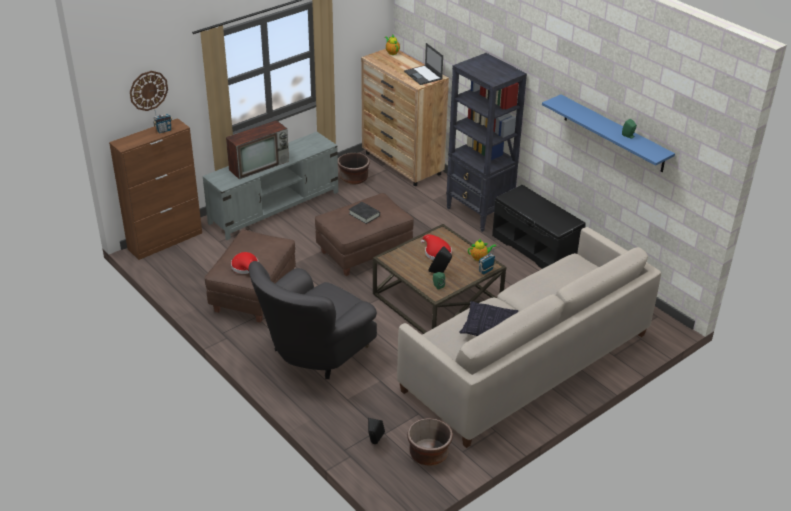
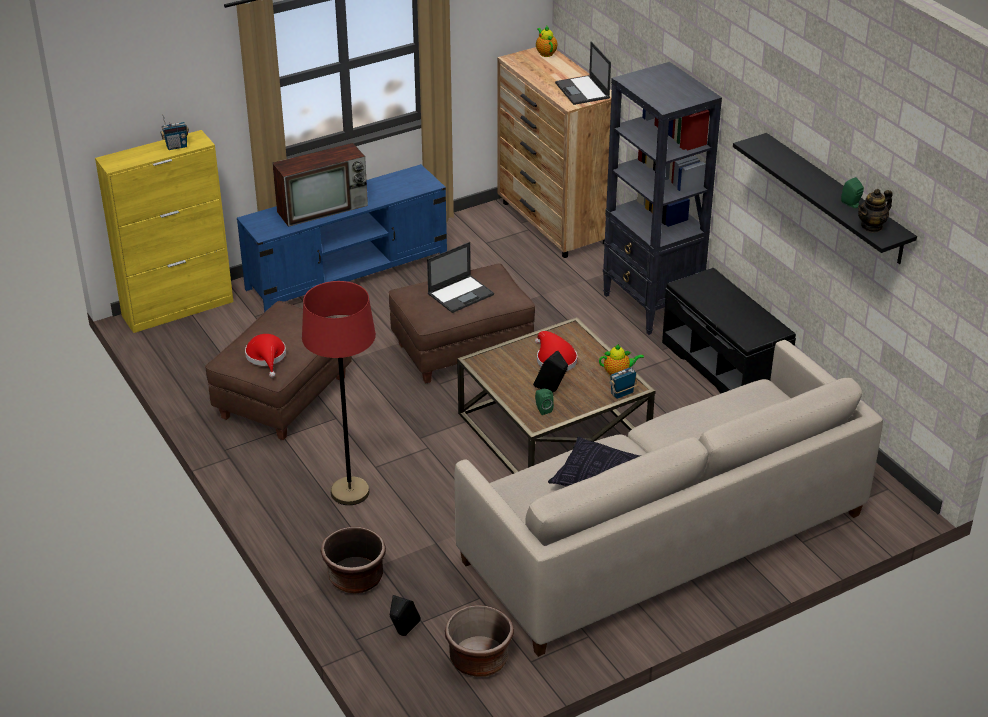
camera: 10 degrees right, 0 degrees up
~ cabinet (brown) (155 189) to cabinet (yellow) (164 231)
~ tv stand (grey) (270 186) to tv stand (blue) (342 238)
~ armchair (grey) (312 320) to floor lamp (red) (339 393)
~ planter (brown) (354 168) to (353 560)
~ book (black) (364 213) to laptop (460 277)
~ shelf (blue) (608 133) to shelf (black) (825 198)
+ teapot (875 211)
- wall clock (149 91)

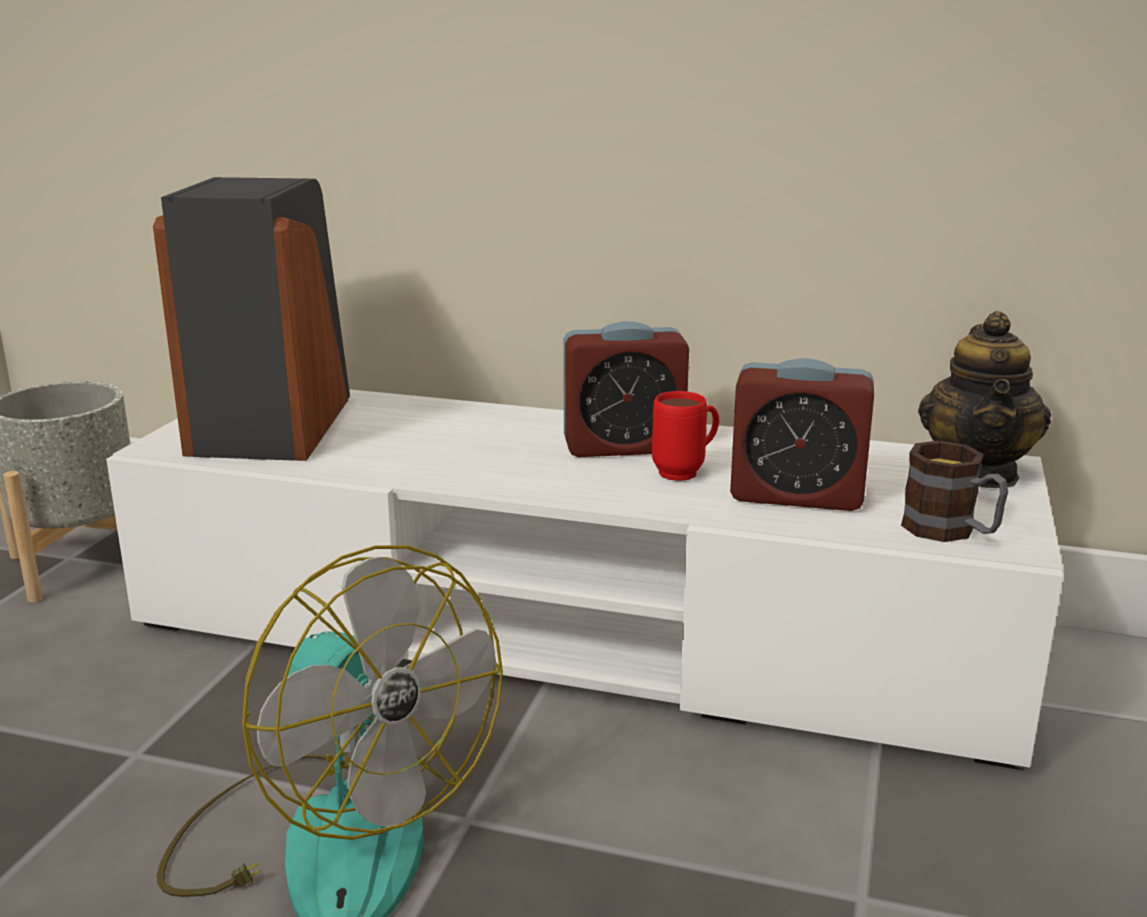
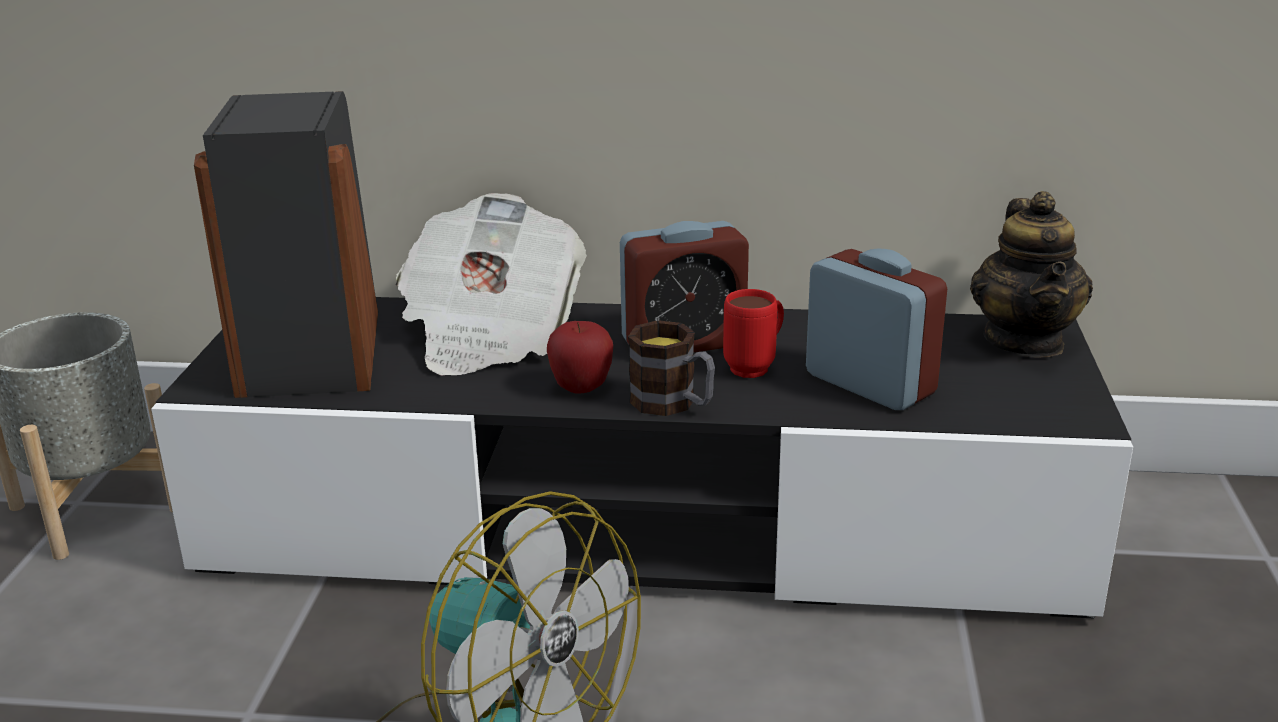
camera: 10 degrees left, 5 degrees up
~ tv stand (white) (584 579) to tv stand (black) (642 458)
+ newspaper (491 284)
+ apple (580 357)
~ mug (954 491) to (671 368)
~ alarm clock (802 434) = (876 329) 135 degrees counterclockwise

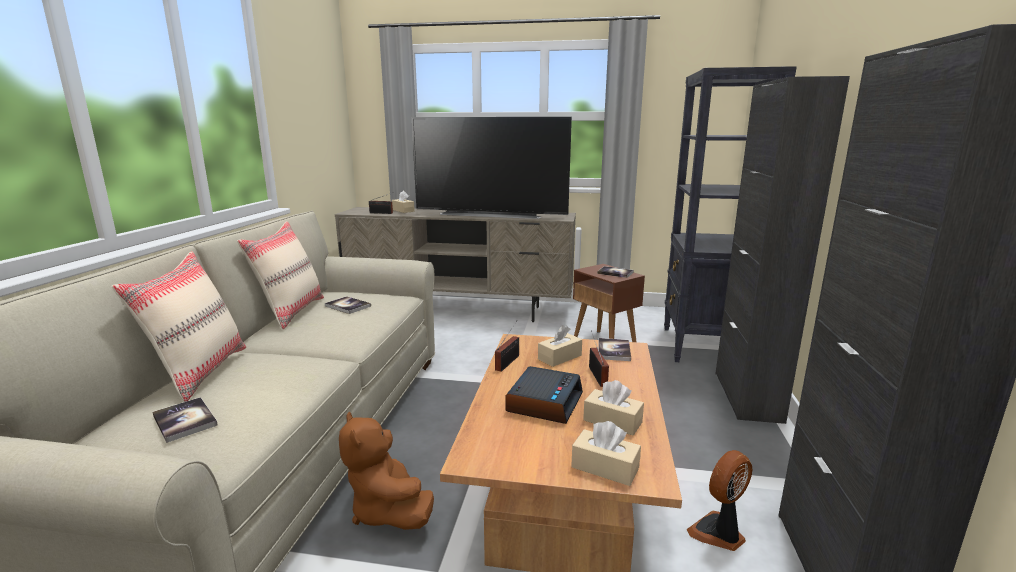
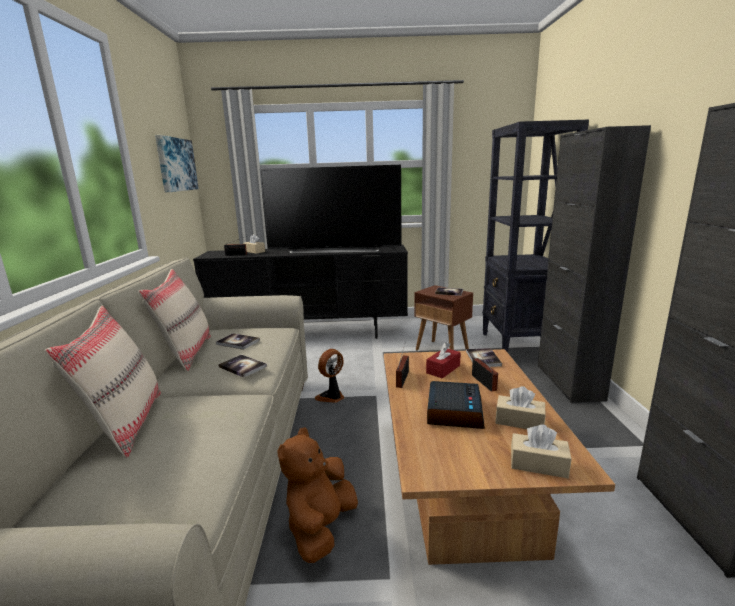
camera: 10 degrees left, 0 degrees up
+ picture (177 163)
~ tv stand (beige) (455 264) to tv stand (black) (300 292)
~ book (185 420) to (242 366)
~ plush toy (brown) (386 471) = (317 495) 60 degrees clockwise
~ fan (719 500) to (330 376)
~ tissue box (beige) (560 346) to tissue box (red) (443 360)

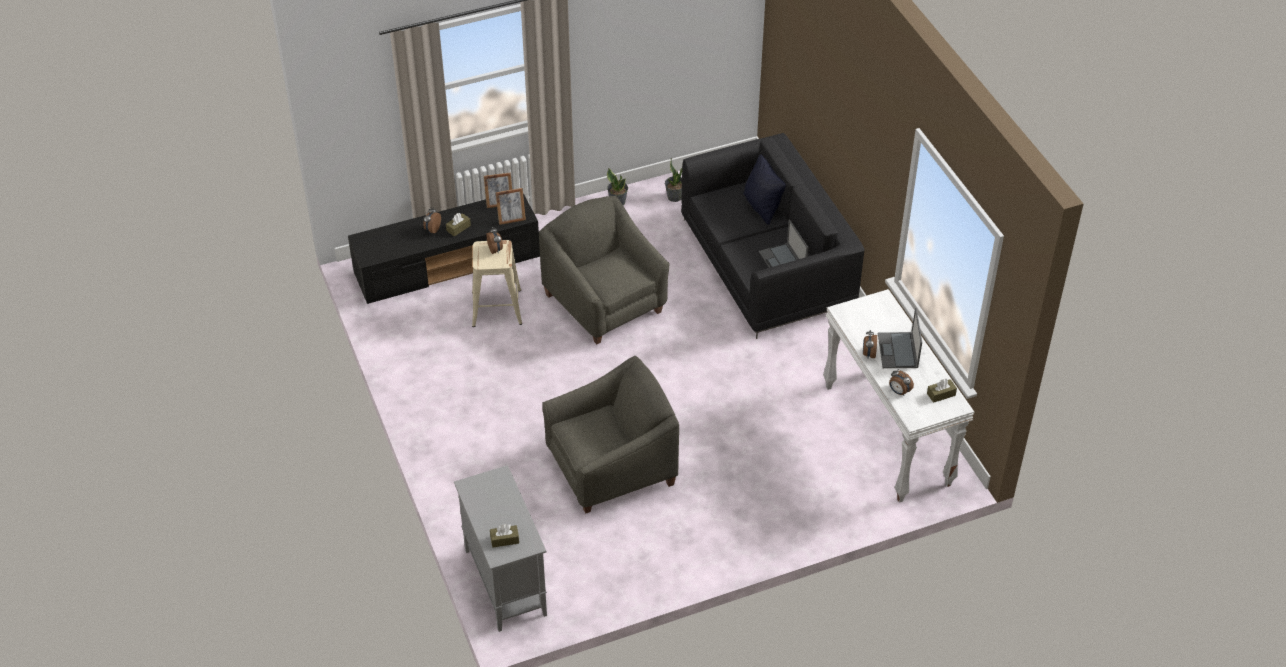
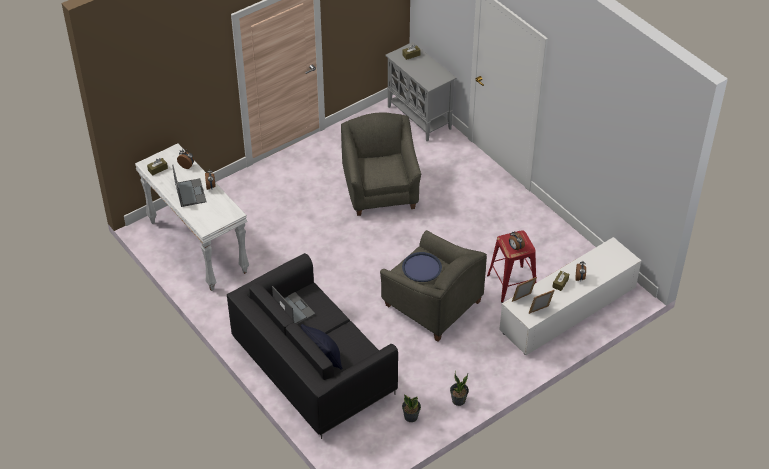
camera: 165 degrees right, 0 degrees up
~ armchair (grey) (610 434) = (381 164) 120 degrees clockwise
+ tray (blue) (422 267)
~ stool (beige) (497 283) to stool (red) (511 266)
~ tv stand (black) (444 248) to tv stand (white) (570 296)

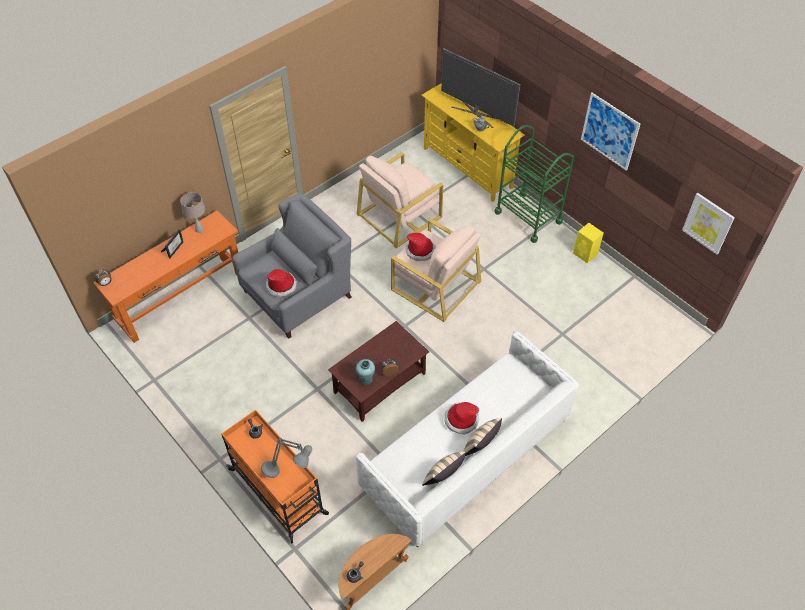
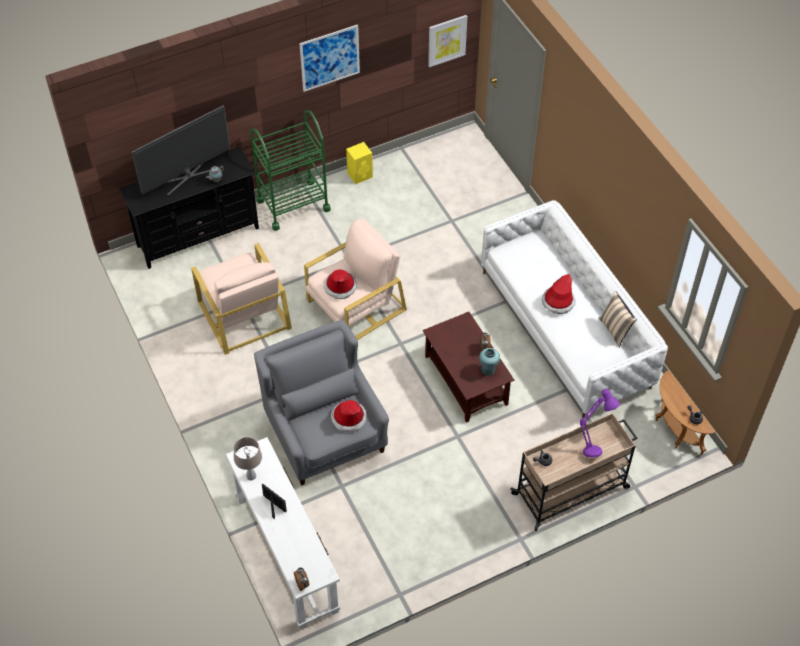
camera: 75 degrees left, 0 degrees up
~ tv stand (yellow) (473 143) to tv stand (black) (189 208)
~ console table (orange) (165 276) to console table (white) (283 533)
~ cart (orange) (275 476) to cart (beige) (573 472)
~ table lamp (grey) (286 458) to table lamp (purple) (600 423)
- pillow (beige) (482 437)

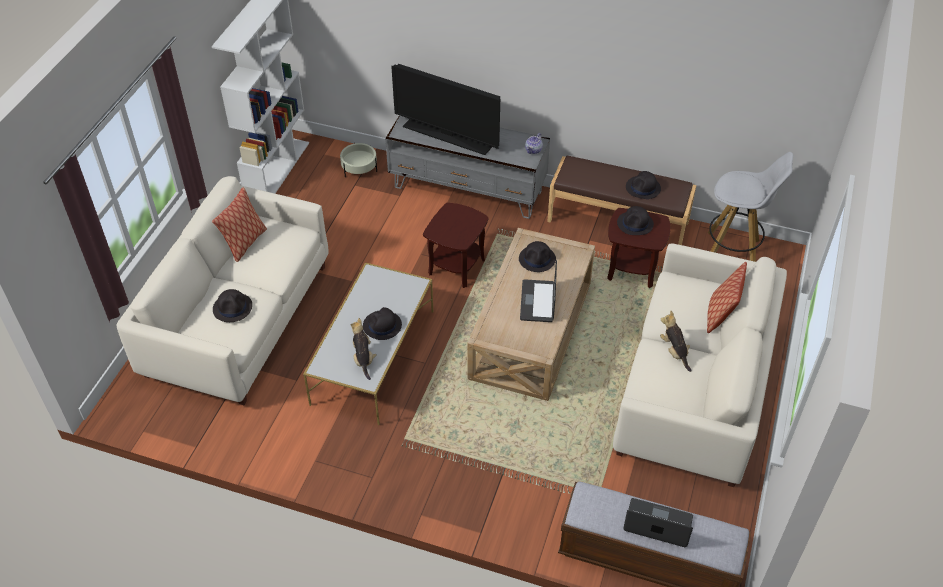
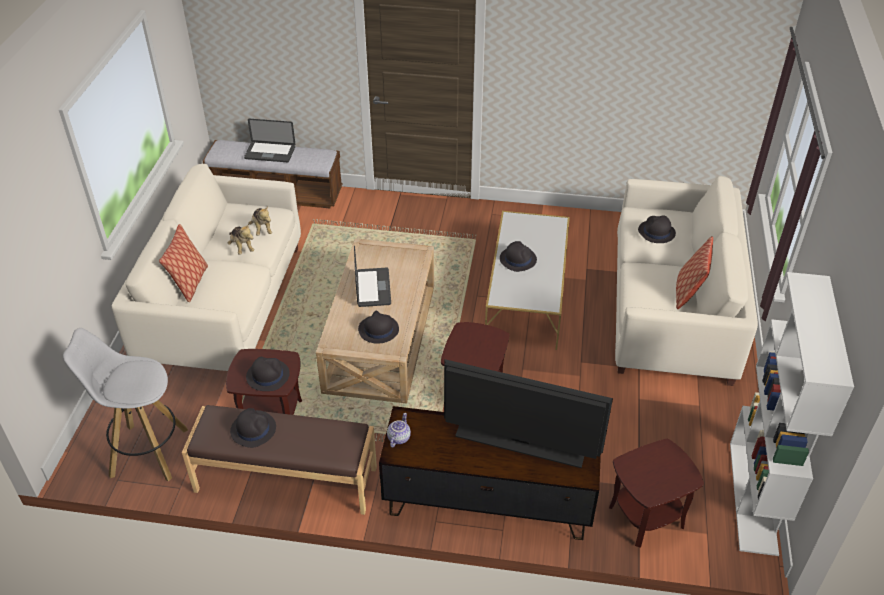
camera: 170 degrees right, 5 degrees down
~ plush toy (364 349) to (260 221)
~ tv stand (grey) (467 167) to tv stand (brown) (490 473)
~ planter (beige) (358 160) to side table (brown) (656 493)

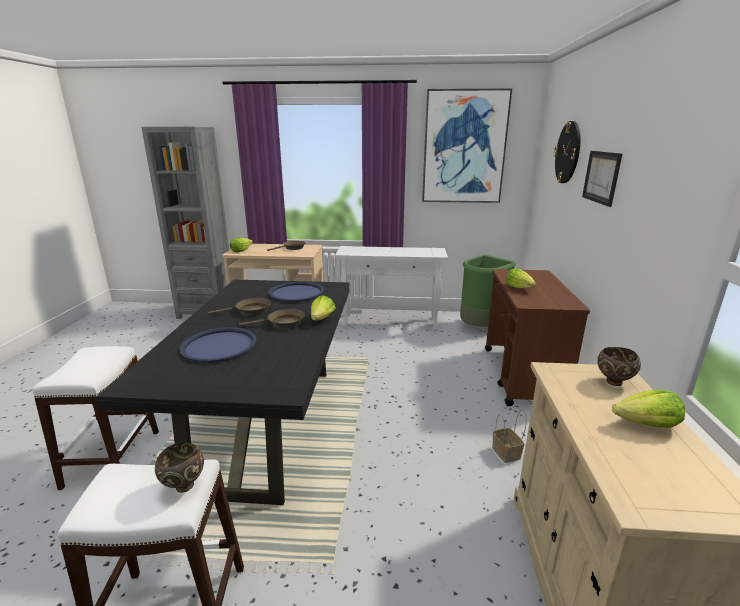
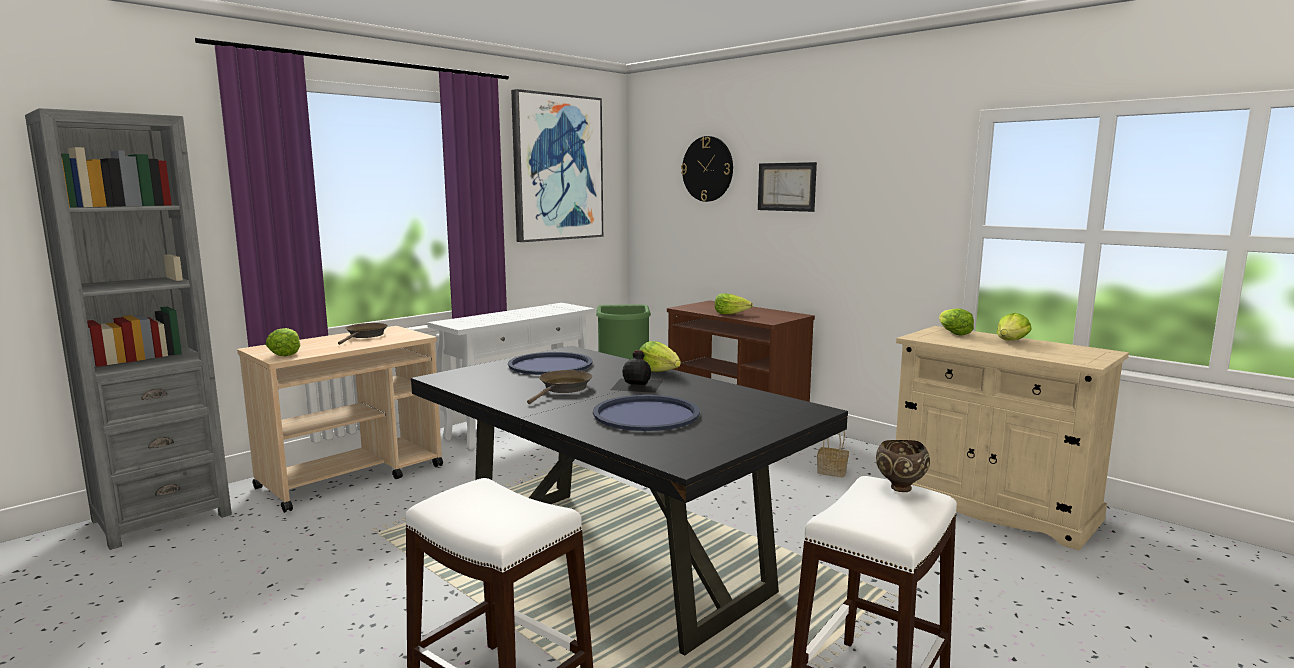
camera: 50 degrees left, 10 degrees down
~ frying pan (brown) (272 319) to bottle (black) (637 371)
~ bowl (brown) (619 366) to lettuce (956 322)

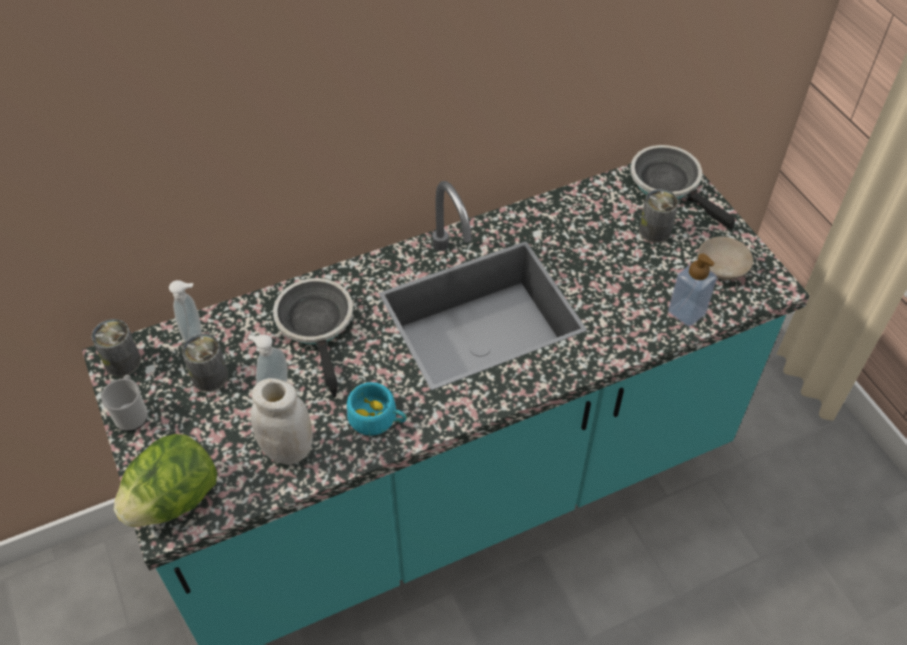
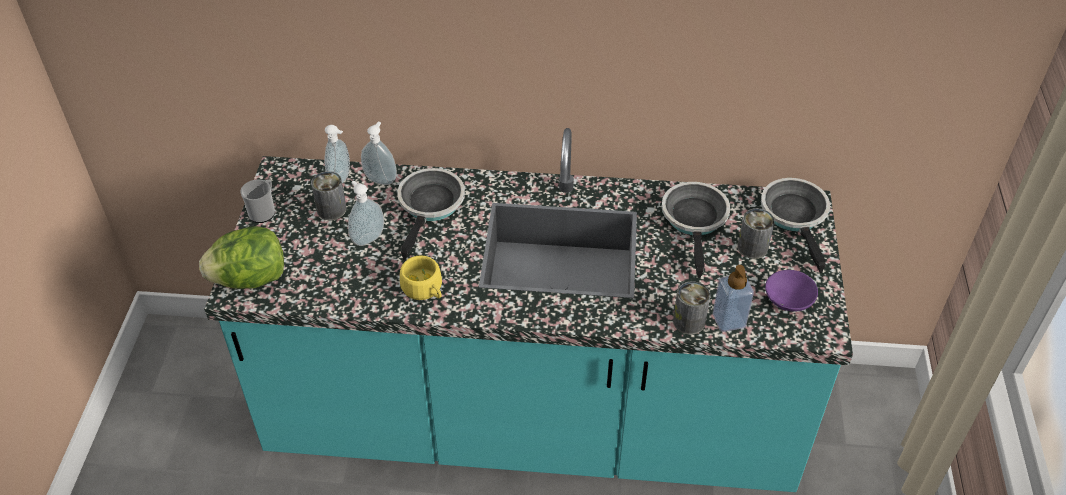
camera: 30 degrees right, 5 degrees down
+ soap dispenser (379 153)
~ cup (turquoise) (377 409) to cup (yellow) (421 277)
+ frying pan (696 230)
~ can (116 348) to (692 308)
~ bowl (beige) (725 258) to bowl (purple) (791 291)
- jar (white) (281 421)

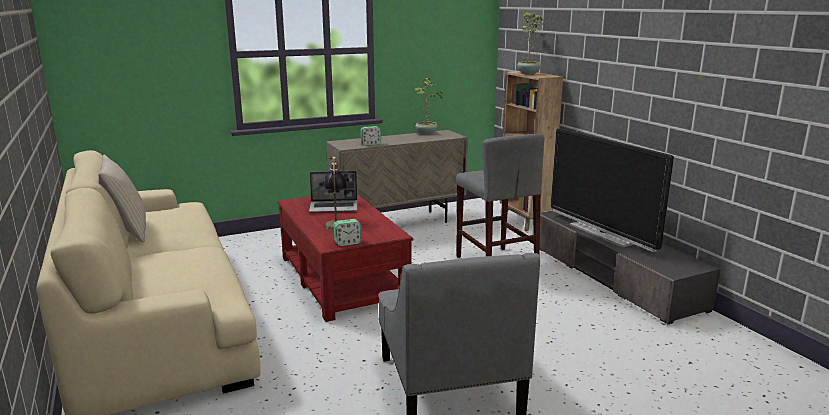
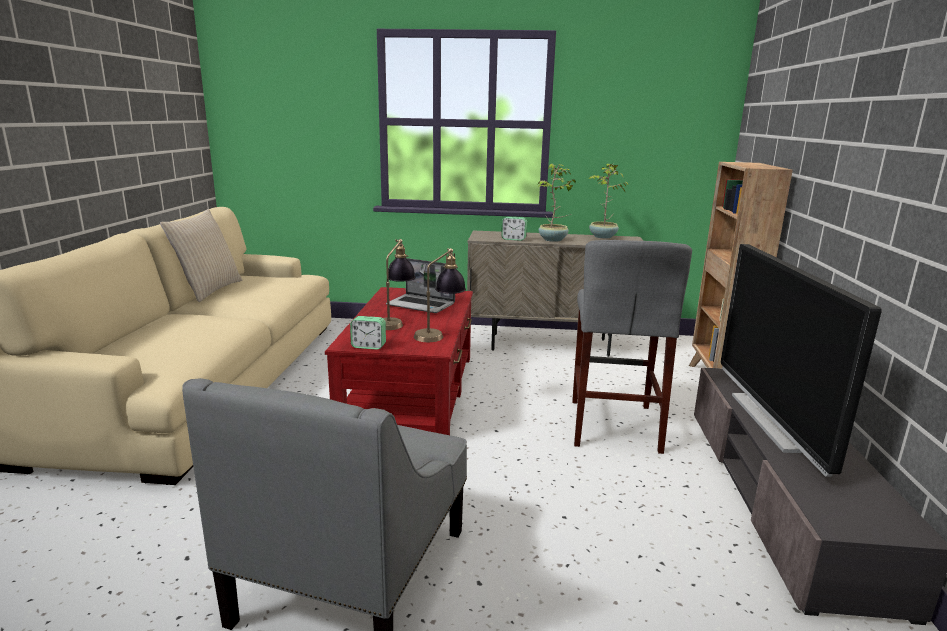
camera: 30 degrees right, 0 degrees up
+ table lamp (440 295)
~ potted plant (530 43) to (557 203)

